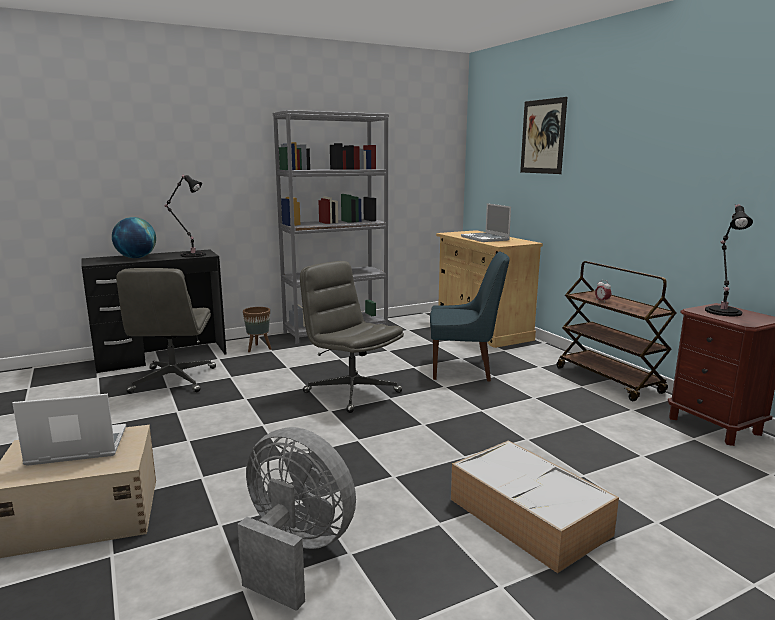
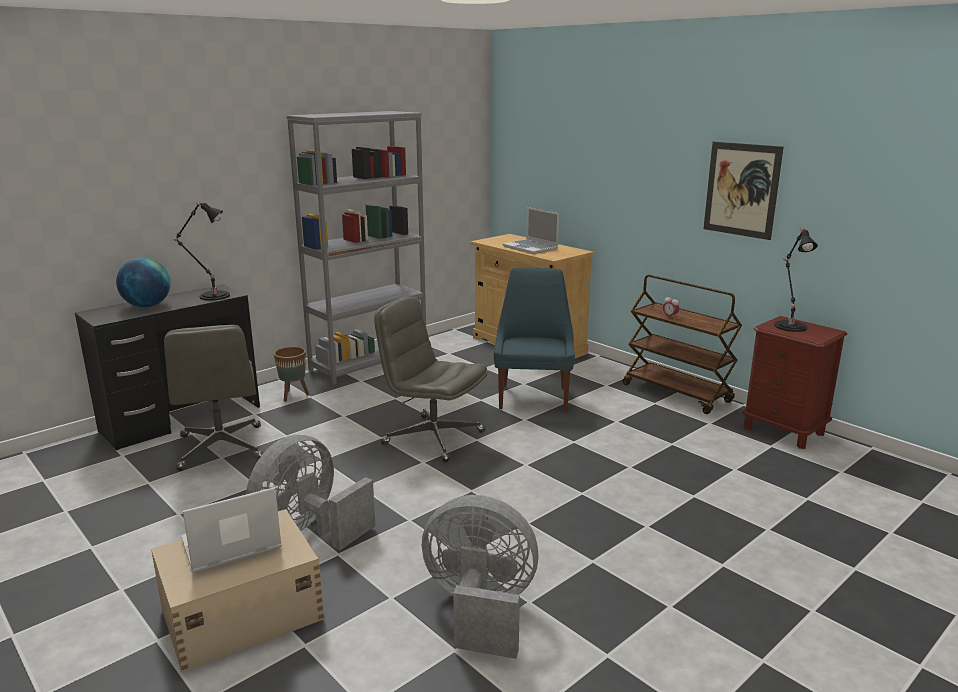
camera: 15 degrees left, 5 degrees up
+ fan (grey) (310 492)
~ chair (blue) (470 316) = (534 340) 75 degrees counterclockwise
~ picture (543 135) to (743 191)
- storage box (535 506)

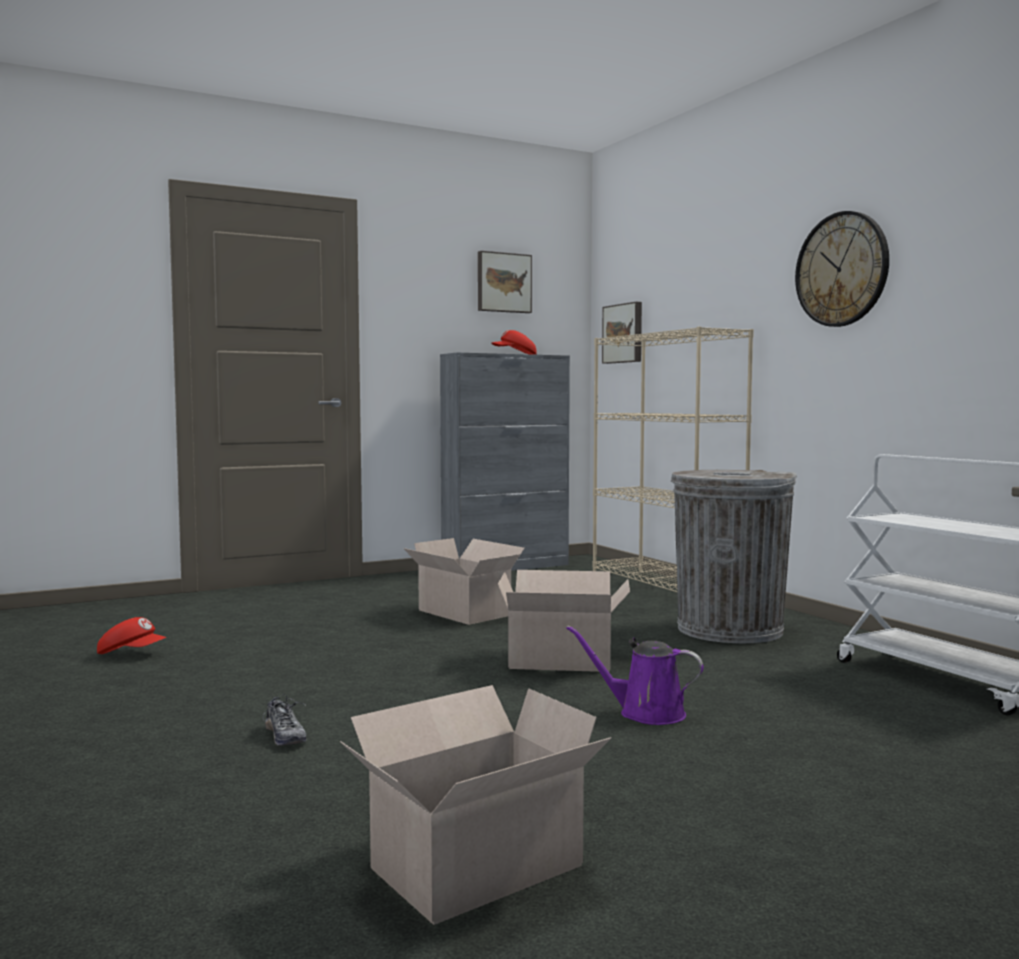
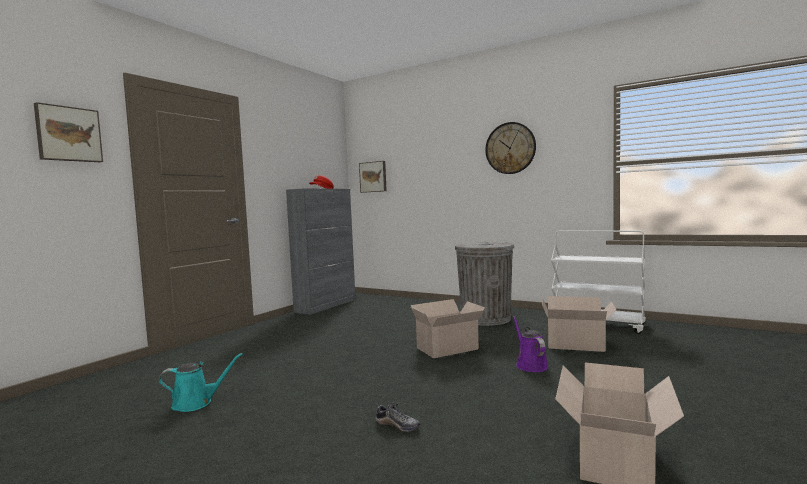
camera: 30 degrees left, 0 degrees up
~ picture (505 282) to (68 132)
~ cap (red) (132 635) to watering can (turquoise) (200 382)
~ watering can (purple) (635 675) = (530 344) 90 degrees clockwise
~ cardboard box (463 581) to (579 324)
- bookcase (beige) (673 459)

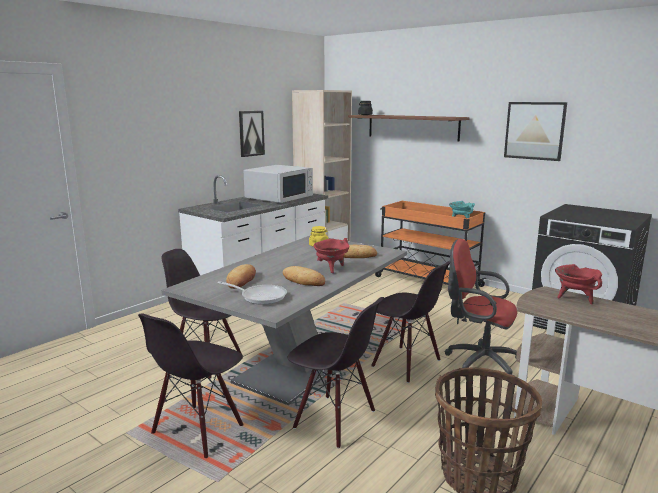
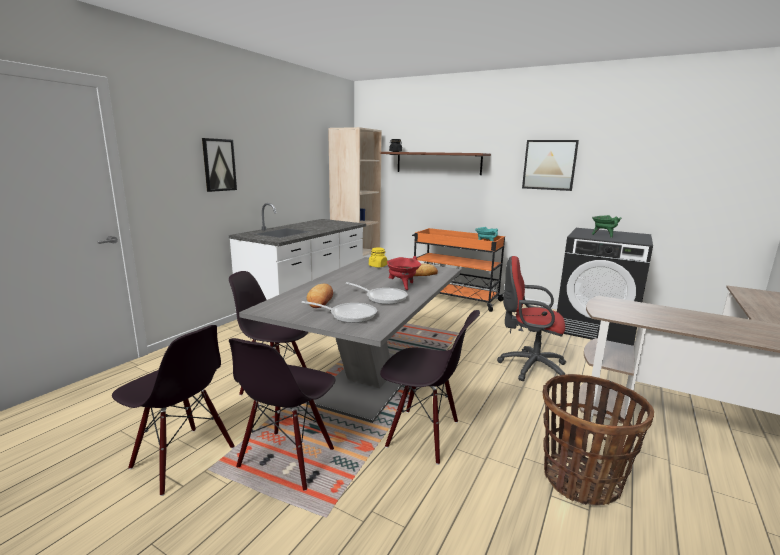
camera: 10 degrees left, 0 degrees up
~ chair (black) (411 322) to (173 410)
~ picture (252 134) to (219 165)
~ bread (304 276) to frying pan (377 293)
+ cooking pot (green) (606 226)
- microwave (white) (278 184)
- cooking pot (red) (578 284)

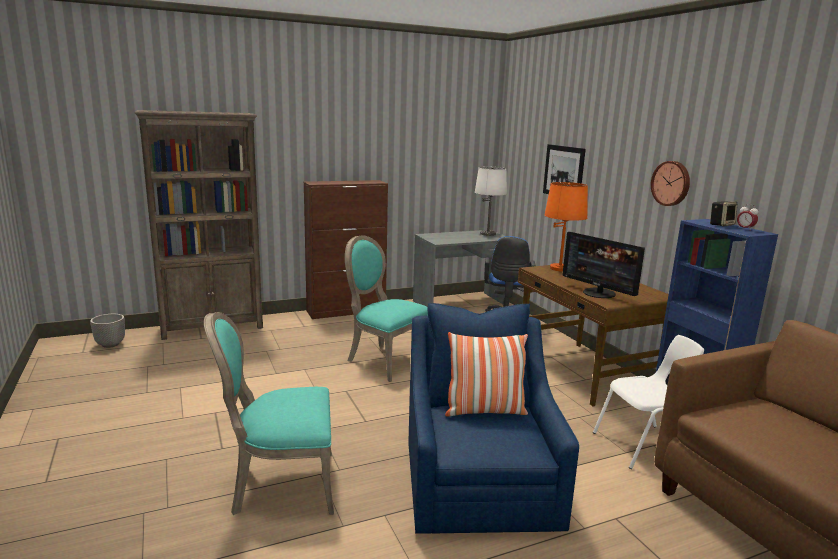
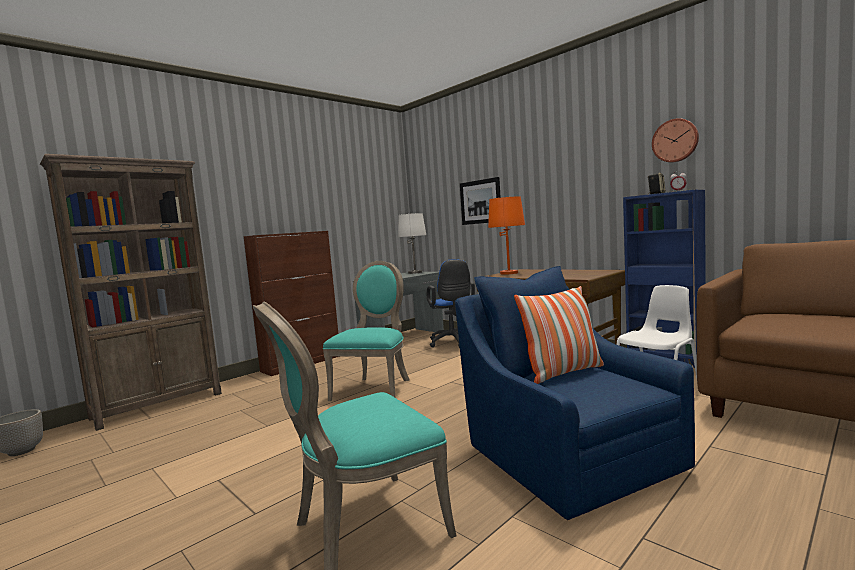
camera: 20 degrees left, 10 degrees down
~ chair (turquoise) (386 308) = (366 331) 90 degrees clockwise
~ wall clock (670 183) to (675 140)
- monitor (603 265)

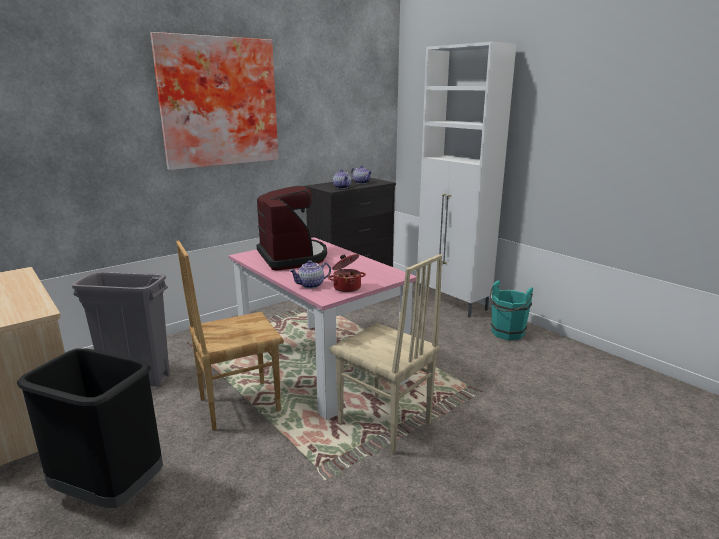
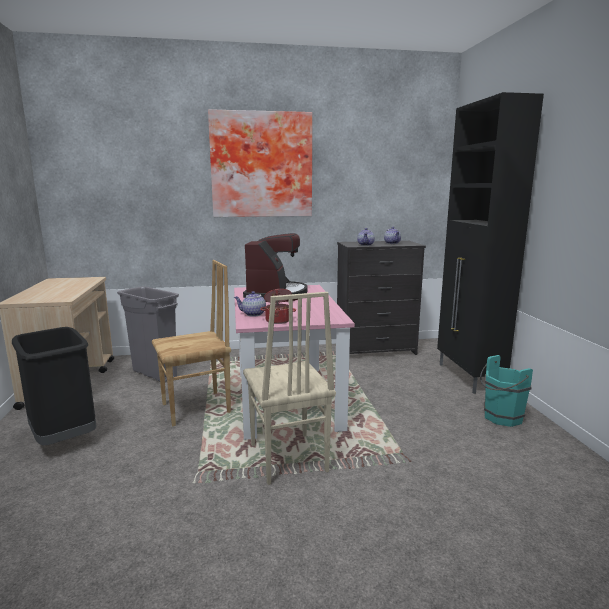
camera: 30 degrees right, 5 degrees down
~ chair (brown) (230 336) = (191 343) 150 degrees clockwise
~ cabinet (white) (466 180) to cabinet (black) (490 243)

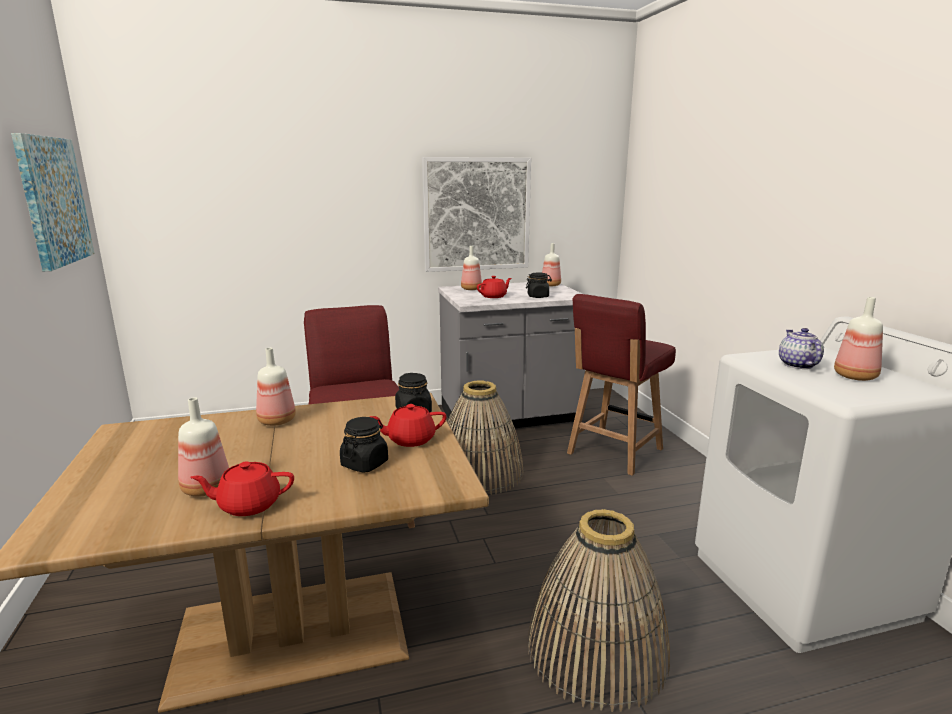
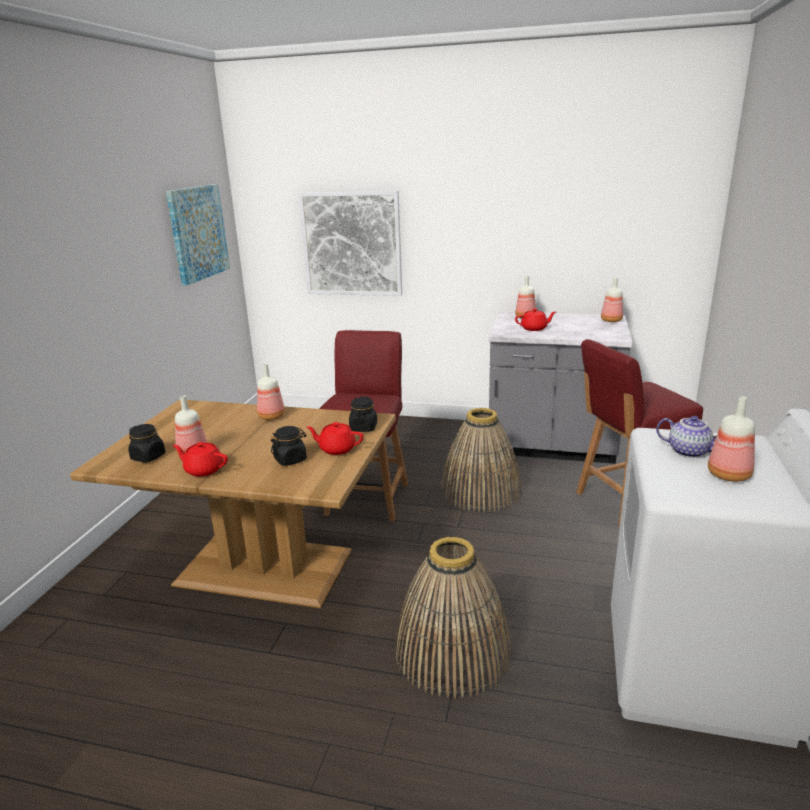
camera: 30 degrees right, 5 degrees up
~ jar (black) (539 285) to (146 443)
~ picture (476 214) to (350 243)
~ teapot (801 348) = (686 437) 90 degrees clockwise

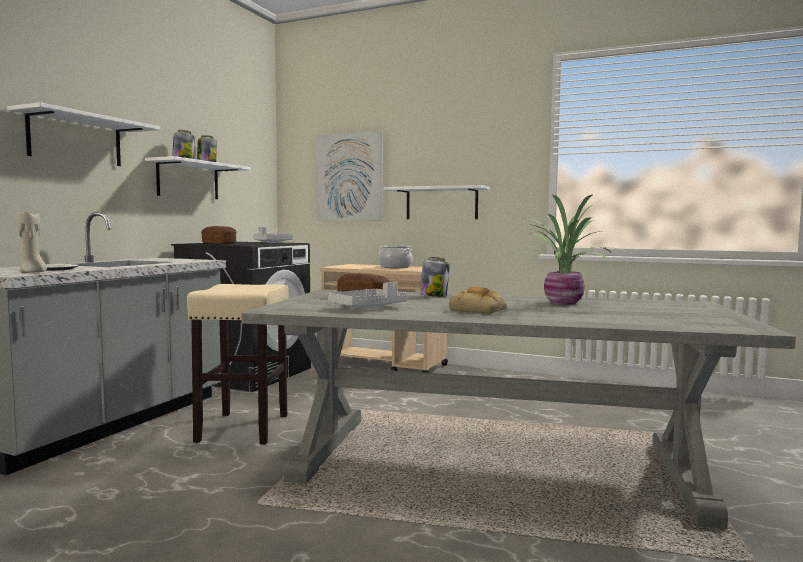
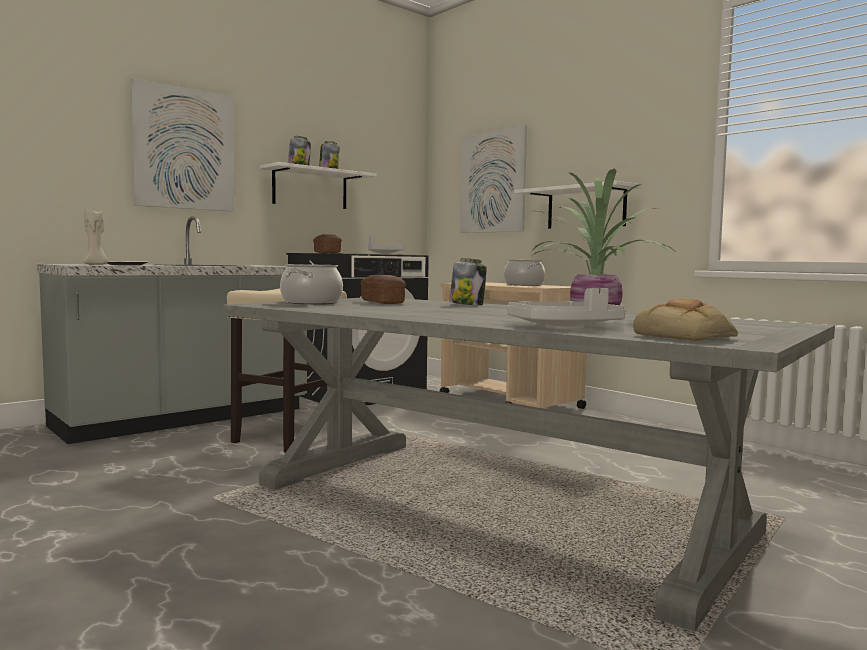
camera: 25 degrees right, 0 degrees up
~ shelf (white) (83 134) to picture (183 145)
+ cooking pot (311 284)
~ tray (grey) (367 295) to (566 307)
~ bread (478 300) to (685 319)

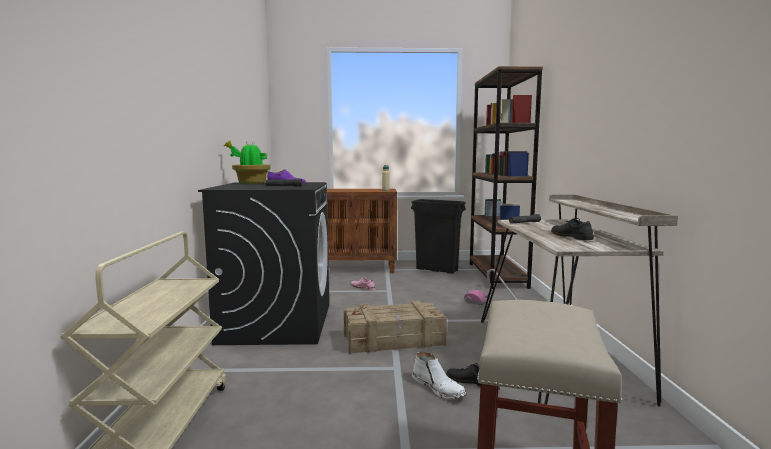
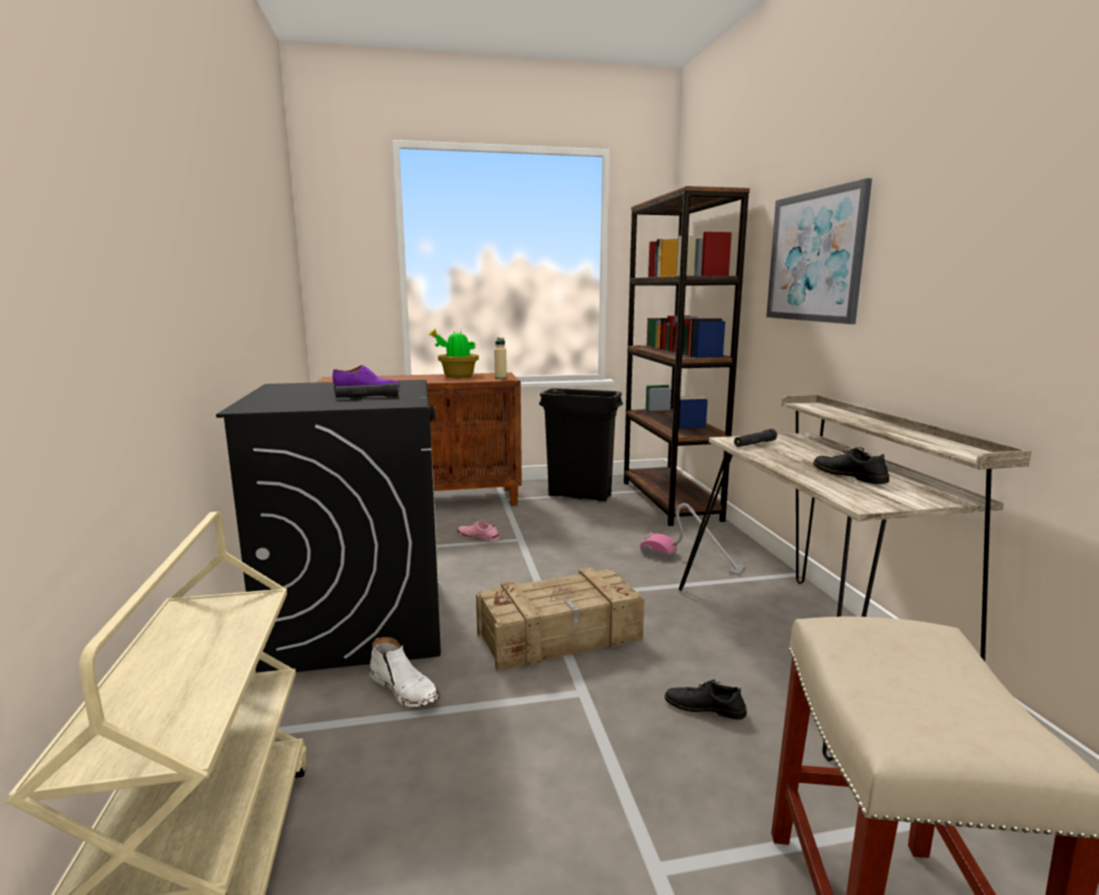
camera: 10 degrees left, 5 degrees up
~ boot (white) (439 375) to (405 672)
~ potted plant (247 162) to (454 353)
+ picture (819 251)

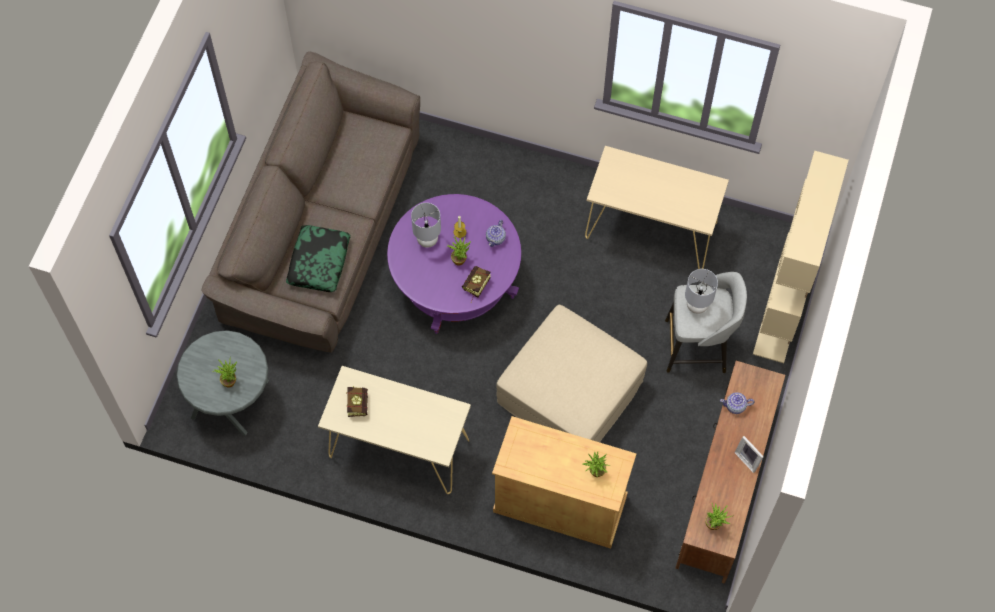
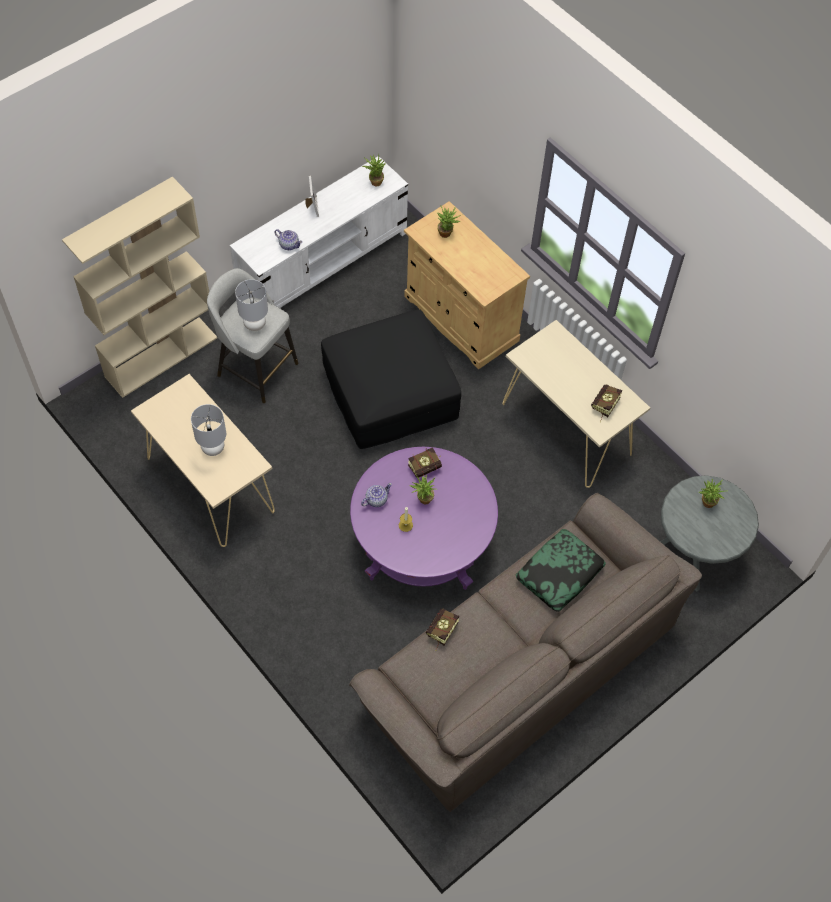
camera: 150 degrees left, 5 degrees down
~ table lamp (grey) (426 225) to (208 430)
~ tv stand (brown) (730 472) to tv stand (white) (319 232)
~ ottoman (beige) (571 373) to ottoman (black) (391 379)
+ book (442 630)

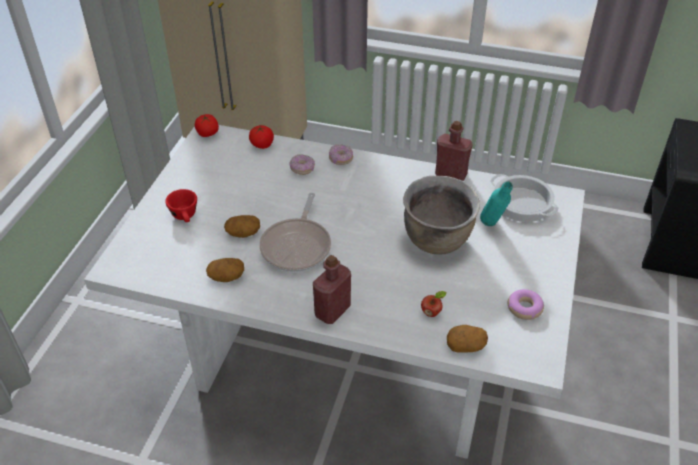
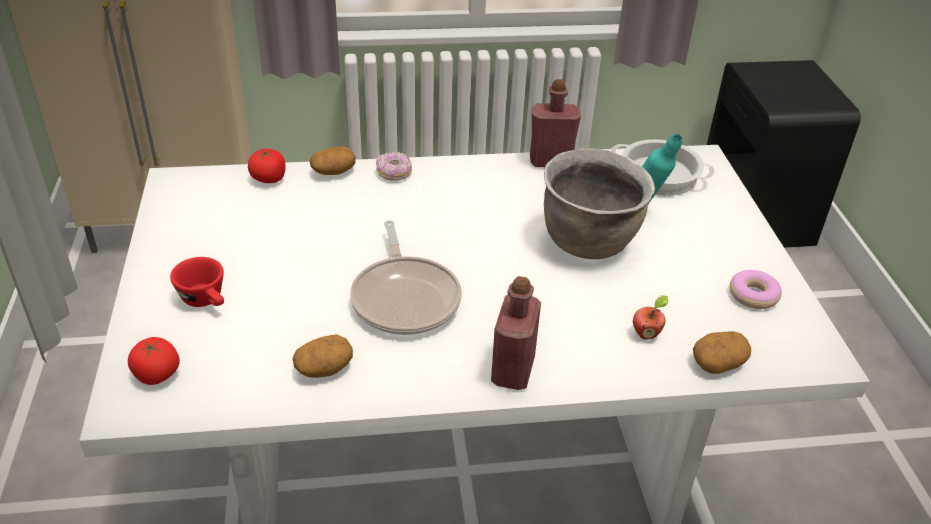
camera: 25 degrees left, 5 degrees down
~ tomato (207 125) to (154 361)
~ potato (242 226) to (333 160)
- donut (302 165)

